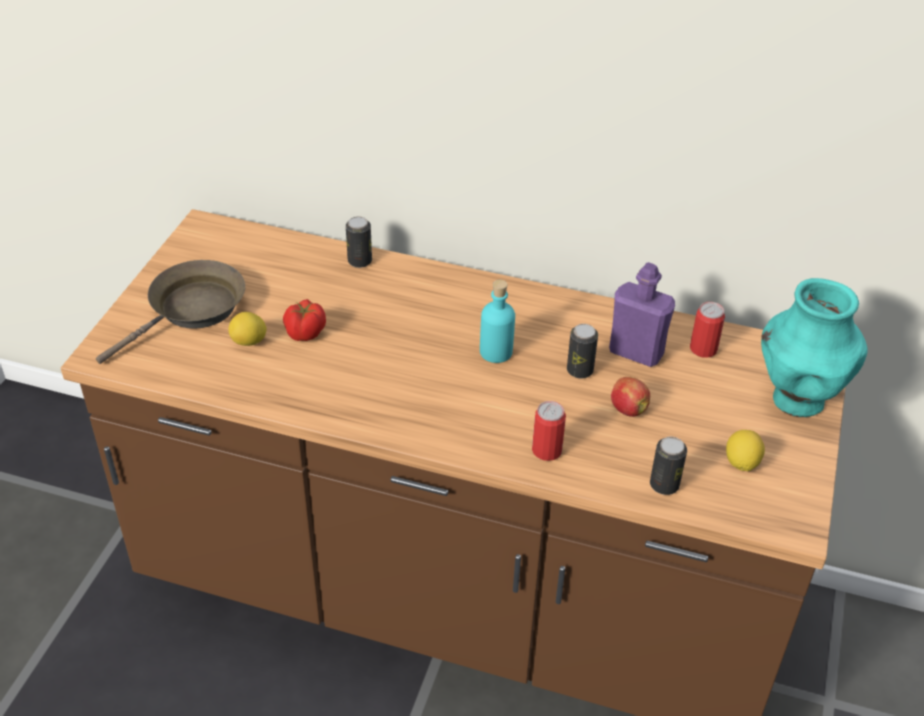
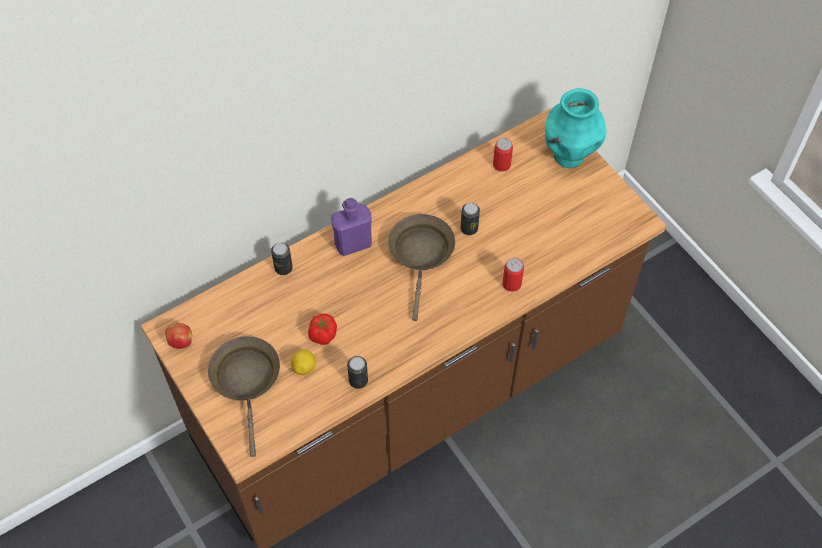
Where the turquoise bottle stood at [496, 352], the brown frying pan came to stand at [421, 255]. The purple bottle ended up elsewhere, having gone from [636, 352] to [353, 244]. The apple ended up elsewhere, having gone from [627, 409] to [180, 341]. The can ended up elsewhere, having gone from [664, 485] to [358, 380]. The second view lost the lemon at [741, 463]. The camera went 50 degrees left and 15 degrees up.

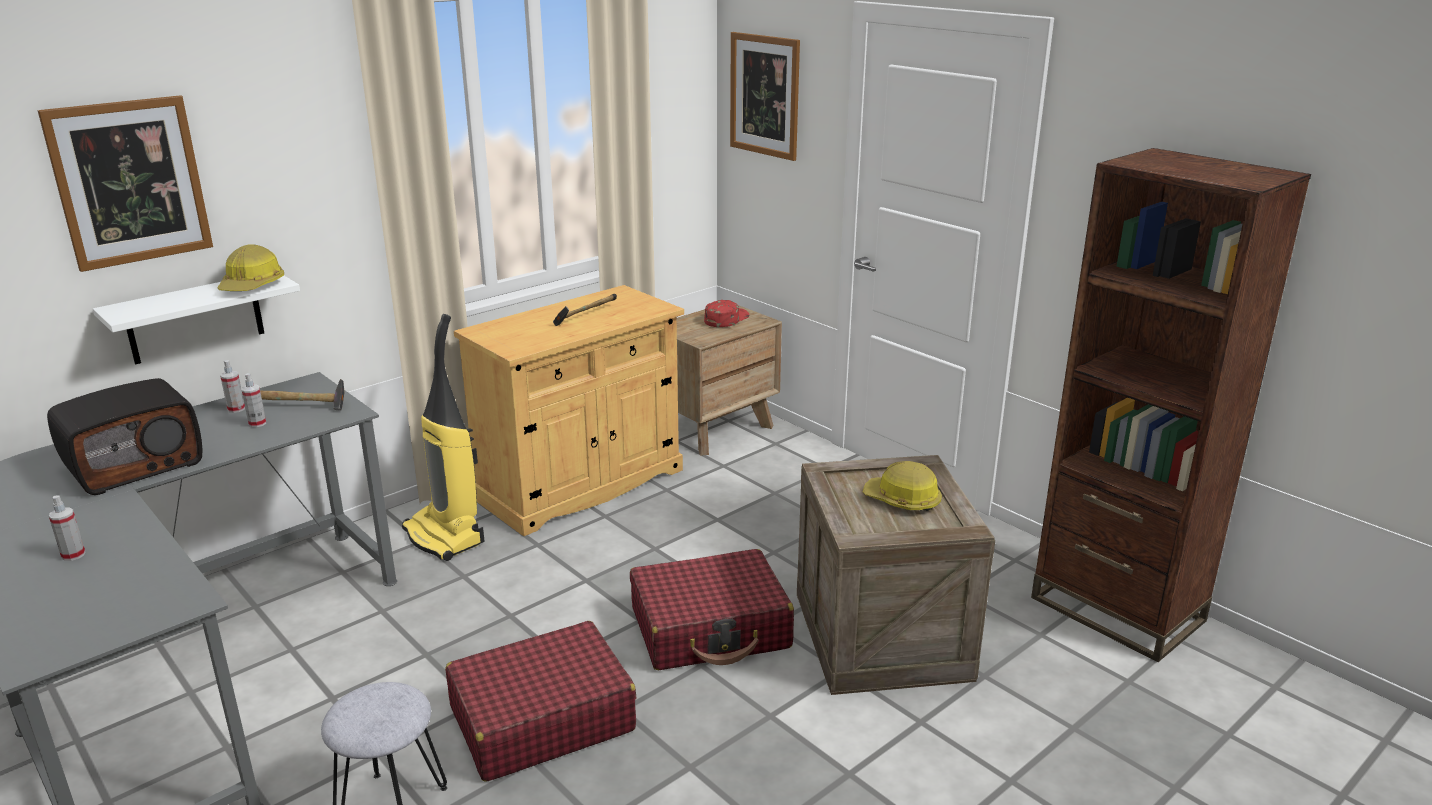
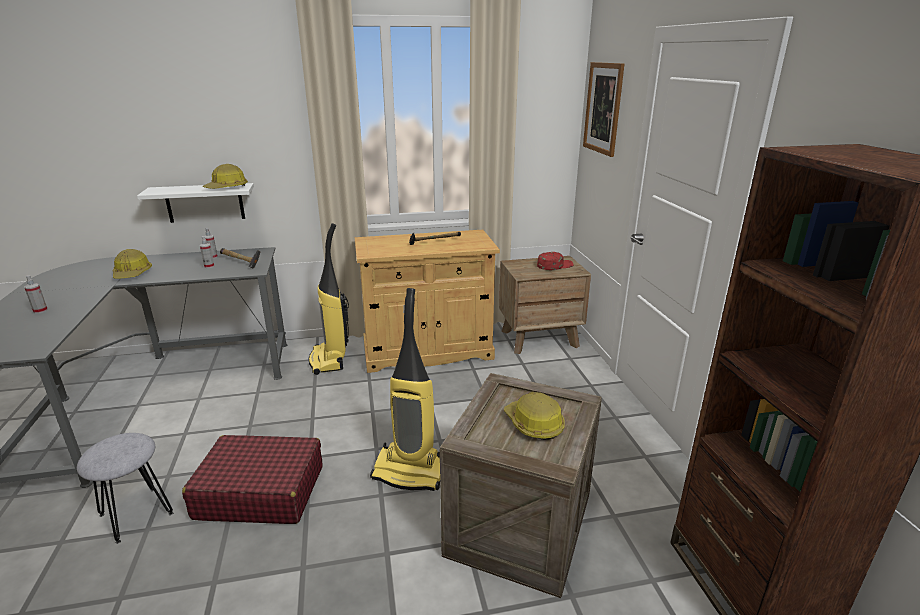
The second view lost the picture at [130, 182]. Where the radio stood at [135, 465], the hard hat came to stand at [133, 274]. Where the red suitcase stood at [710, 628], the vacuum cleaner came to stand at [411, 471]. The camera went 30 degrees right and 0 degrees up.

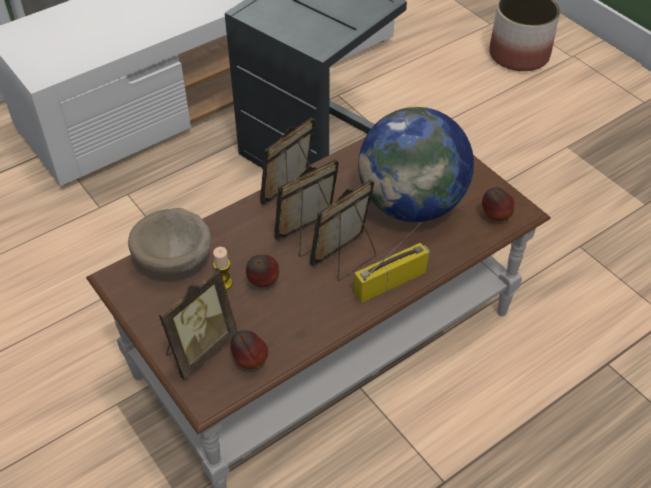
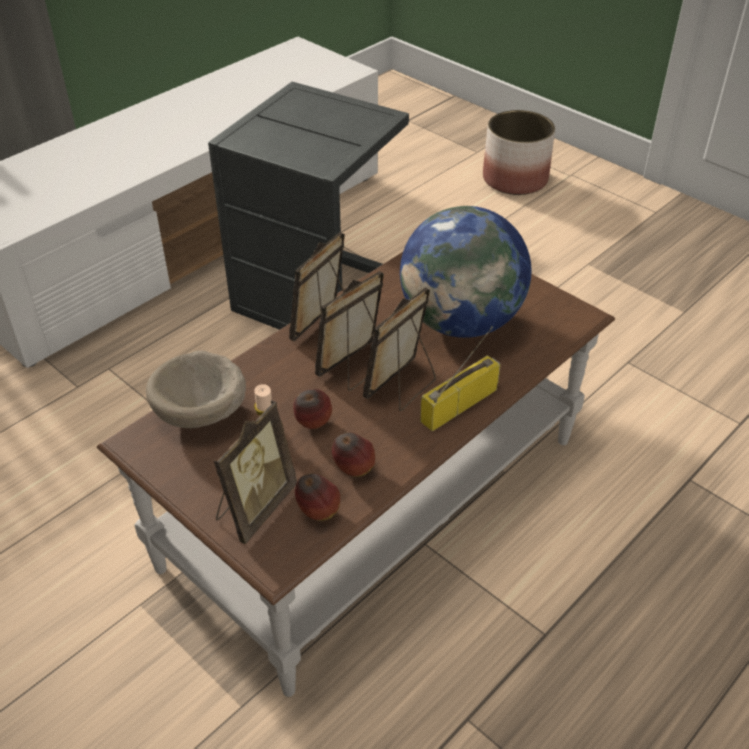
The apple ended up elsewhere, having gone from [495, 217] to [354, 470]. The camera went 10 degrees left and 5 degrees down.

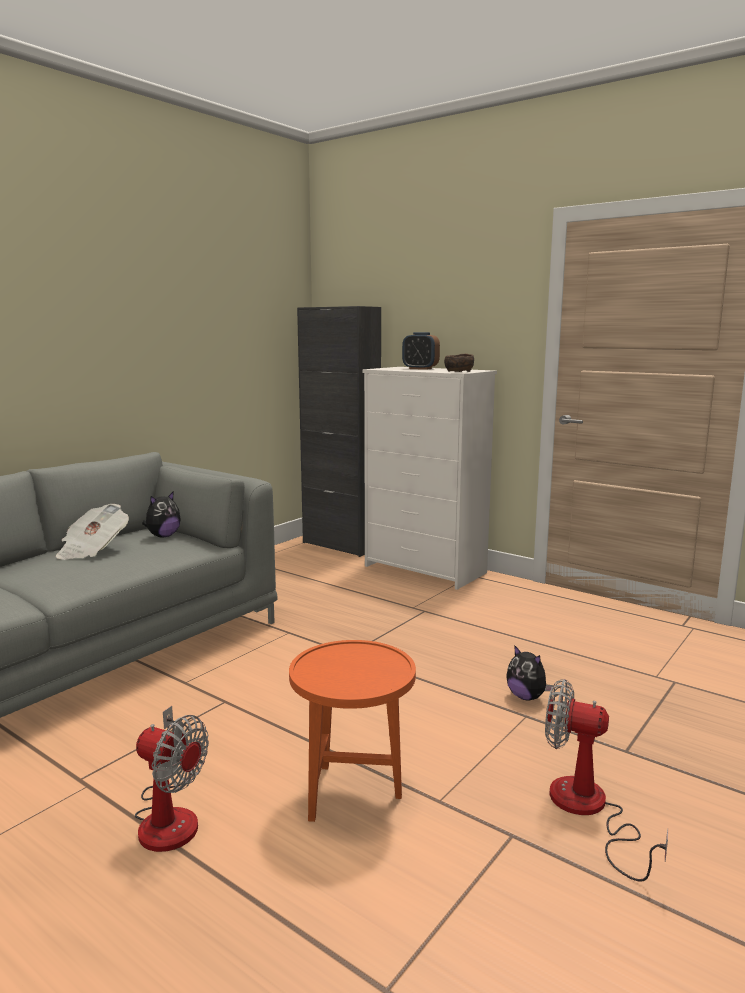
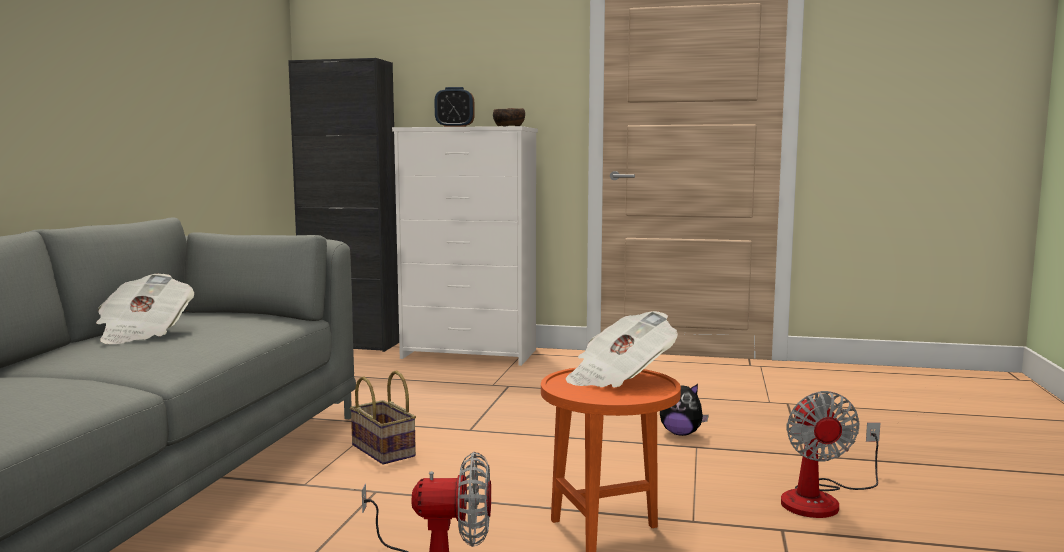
The second view lost the plush toy at [163, 536]. The fan at [588, 811] ended up facing another way, 90 degrees counterclockwise from before. The second view gained the basket at [385, 451]. The second view gained the newspaper at [619, 378]. The camera went 25 degrees left and 5 degrees down.

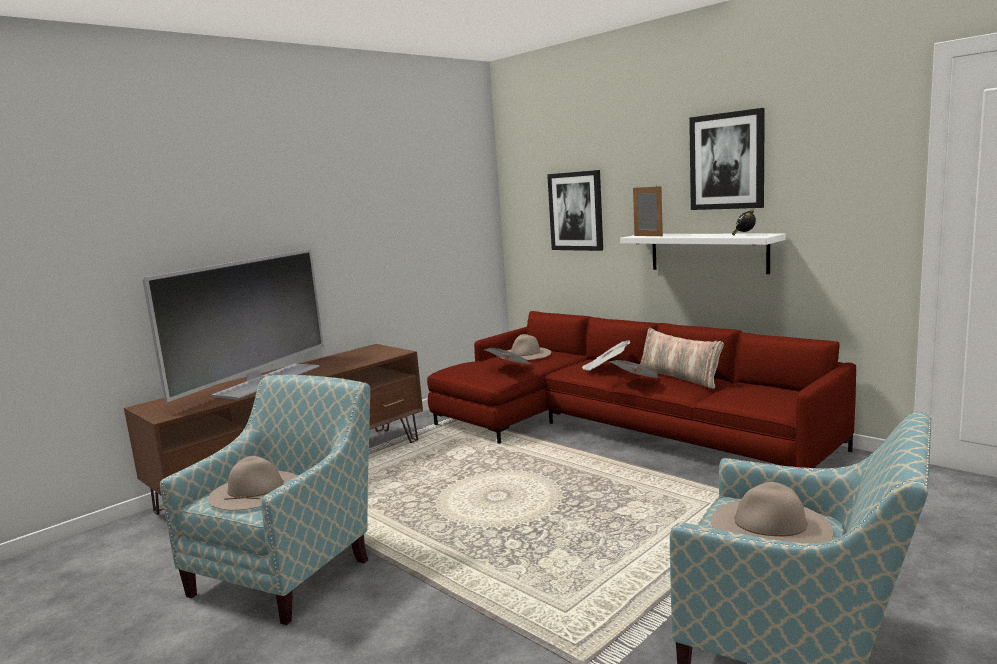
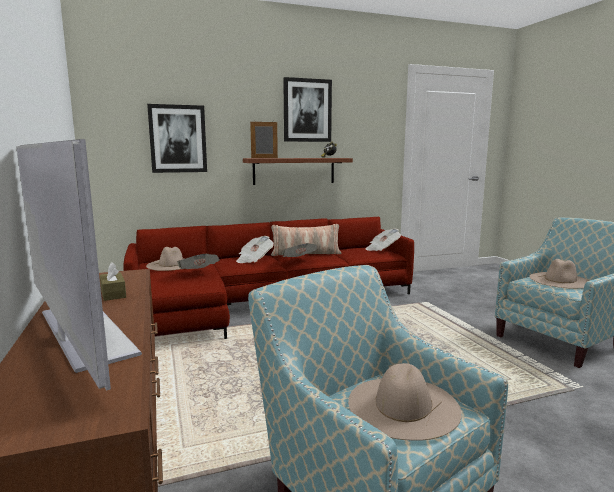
What was the white shelf at [708, 252] turned into the brown shelf at [294, 171]. The second view gained the brown tissue box at [113, 293]. The second view gained the newspaper at [382, 249]. The camera went 65 degrees left and 0 degrees up.

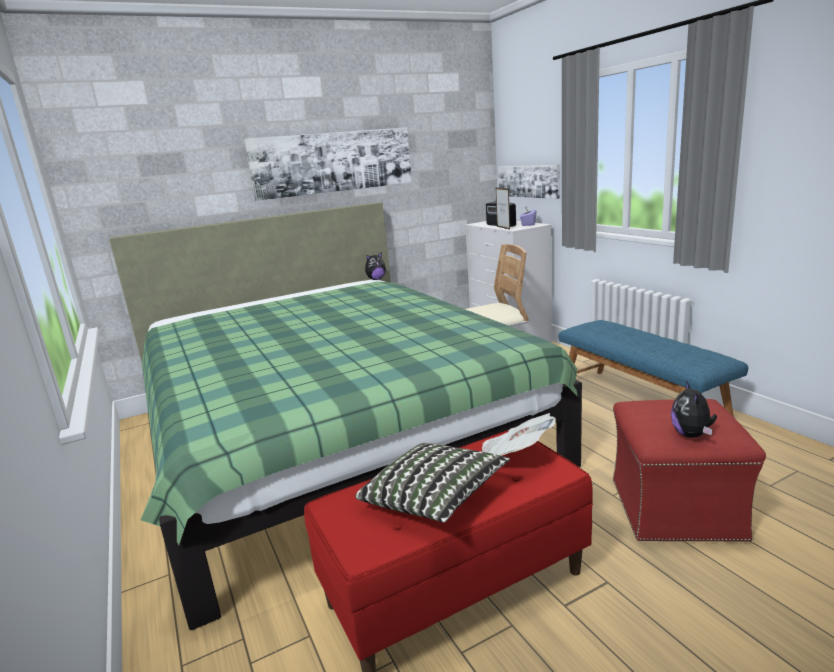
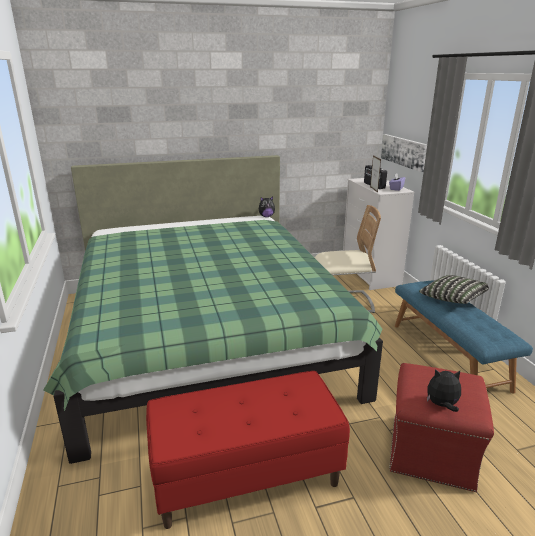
The second view lost the picture at [333, 162]. The pillow ended up elsewhere, having gone from [434, 499] to [454, 299]. The second view lost the newspaper at [515, 455]. The plush toy at [691, 435] ended up facing another way, 75 degrees clockwise from before. The camera went 10 degrees right and 5 degrees up.

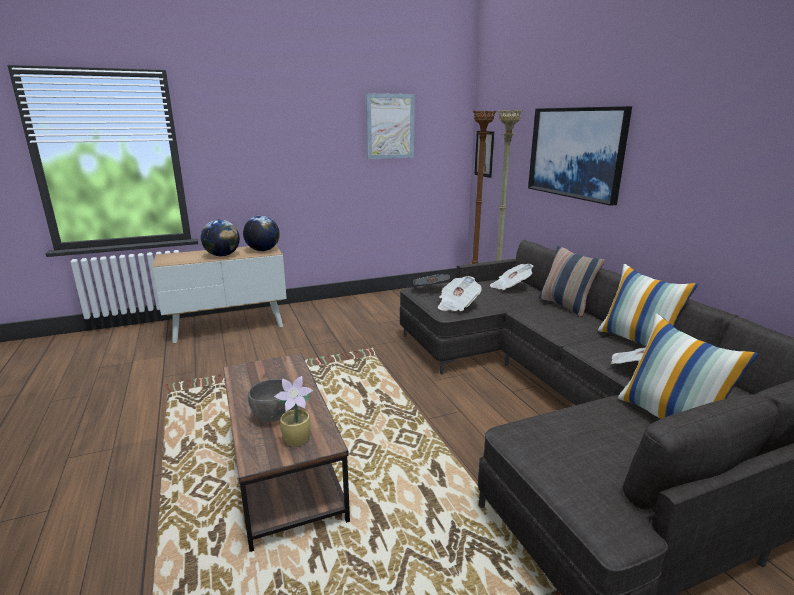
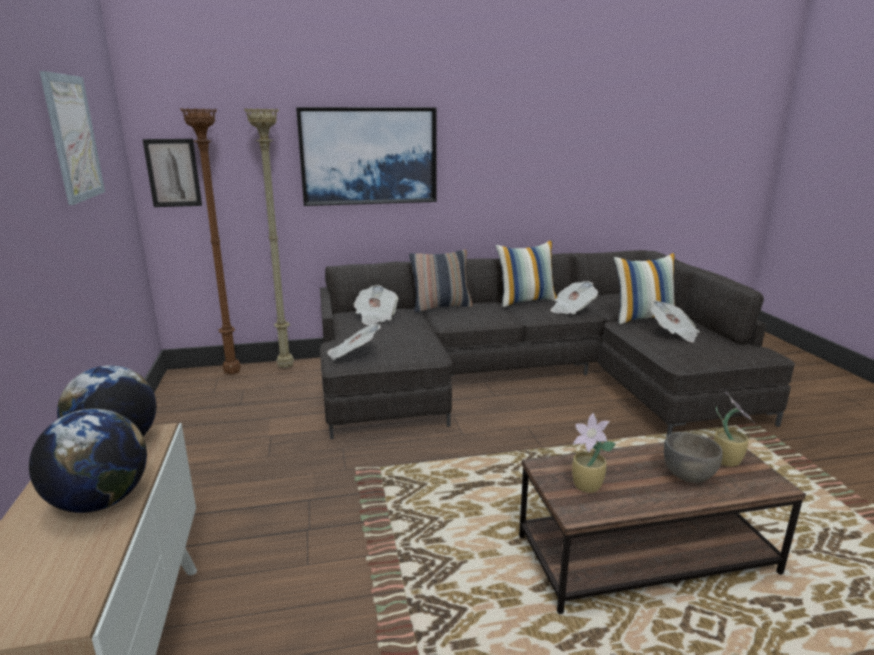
The newspaper ended up elsewhere, having gone from [457, 305] to [673, 334]. The second view gained the potted plant at [587, 487]. The camera went 80 degrees left and 0 degrees up.

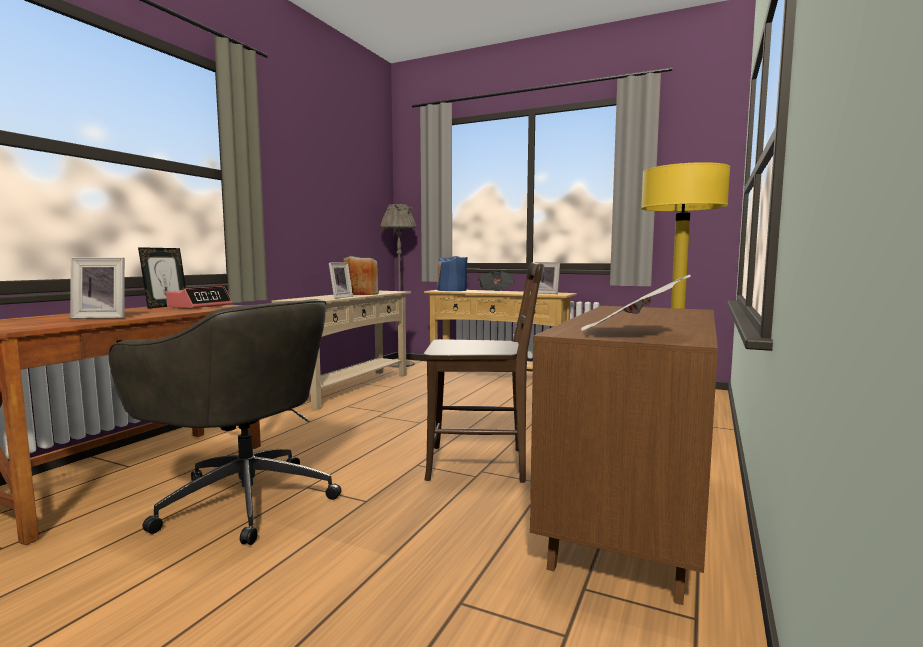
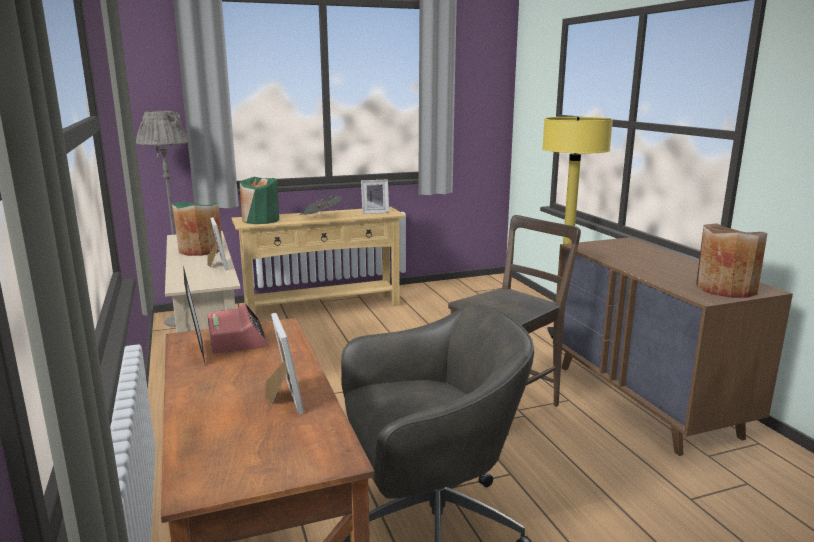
The picture frame at [103, 317] ended up facing another way, 60 degrees counterclockwise from before. What was the blue vase at [452, 290] turned into the green vase at [261, 220]. Where the newspaper stood at [628, 333], the brown vase came to stand at [725, 289]. The camera went 45 degrees left and 10 degrees up.

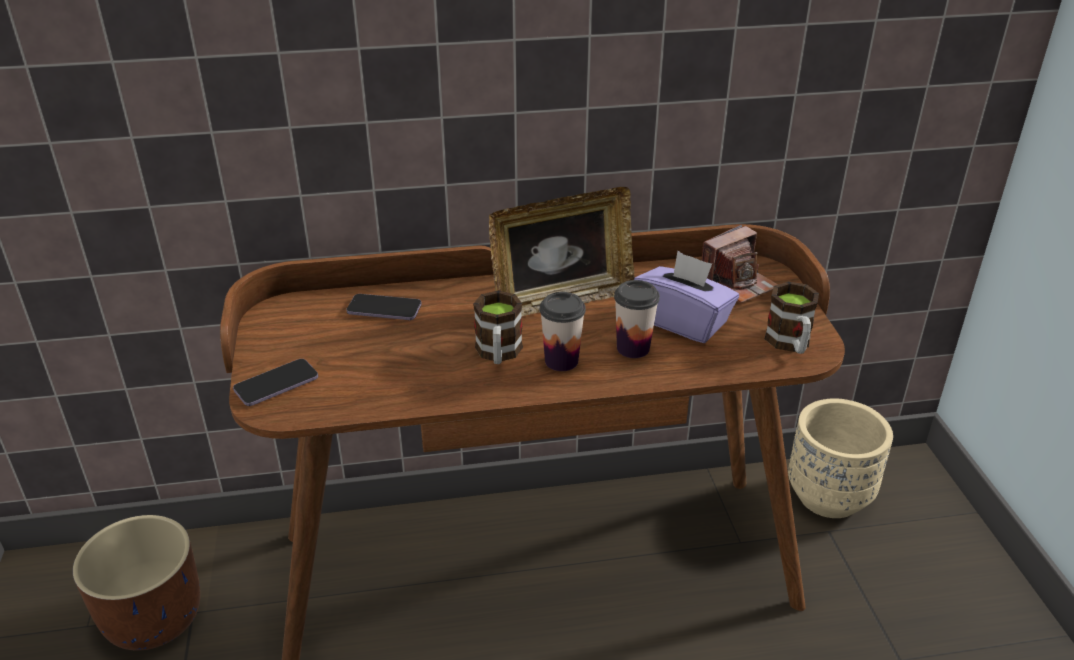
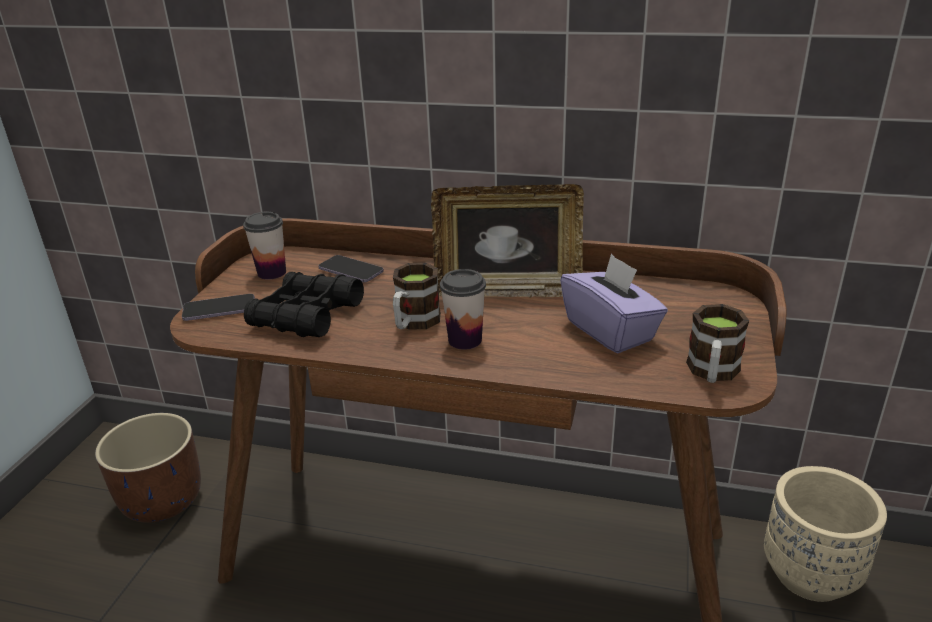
The cup ended up elsewhere, having gone from [633, 348] to [272, 272]. The second view lost the photo camera at [738, 283]. The second view gained the black binoculars at [306, 316]. The camera went 25 degrees right and 5 degrees down.

